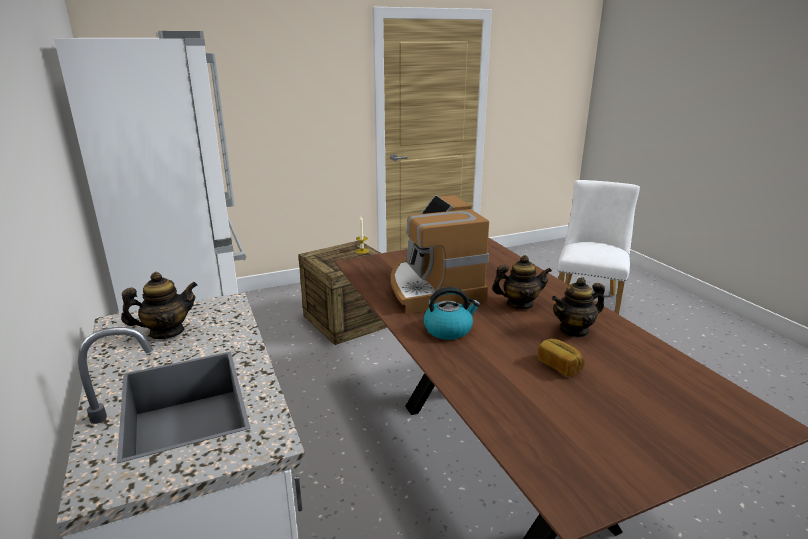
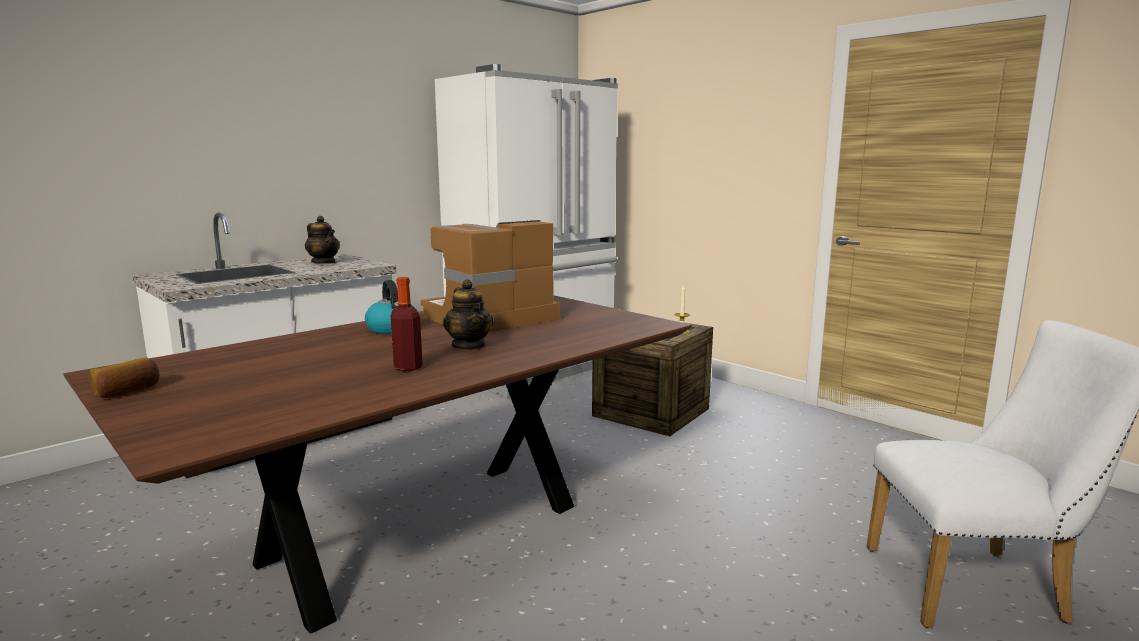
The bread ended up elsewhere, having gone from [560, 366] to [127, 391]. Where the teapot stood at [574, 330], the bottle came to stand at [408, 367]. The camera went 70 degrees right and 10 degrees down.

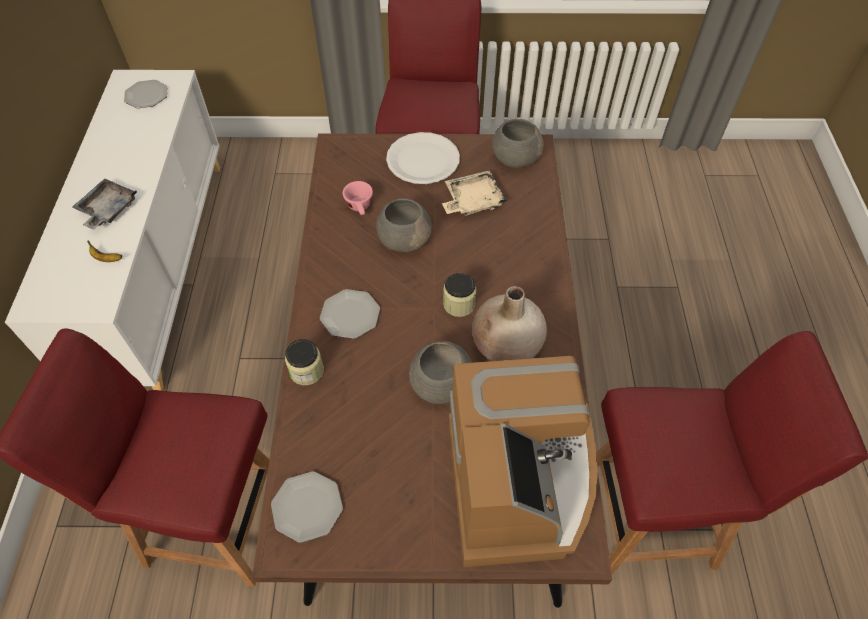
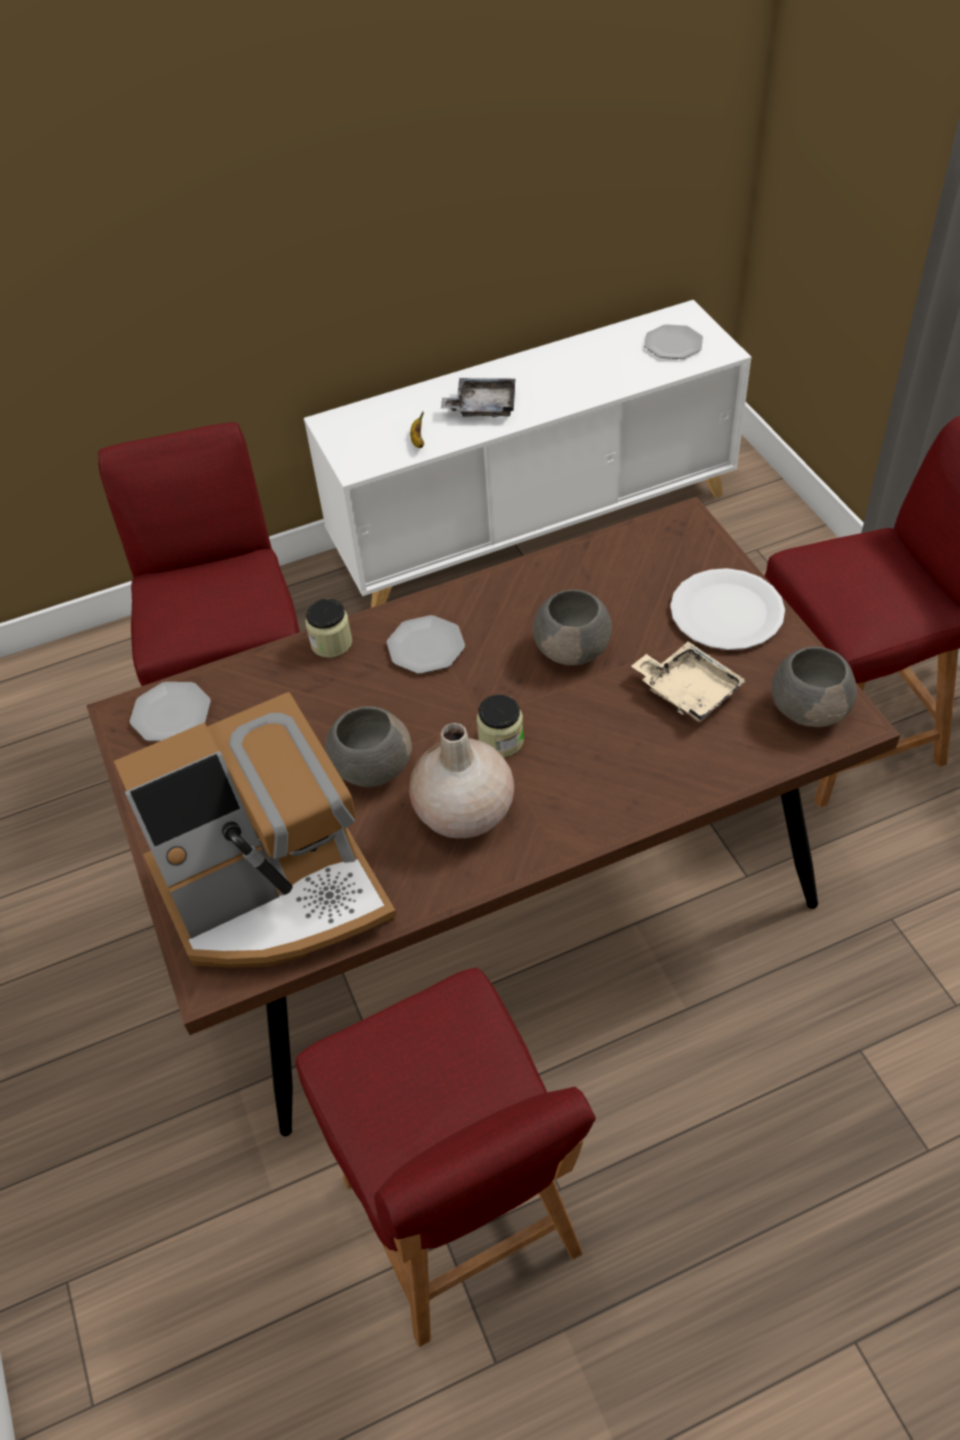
The second view lost the pink cup at [360, 208]. The camera went 70 degrees right and 5 degrees down.

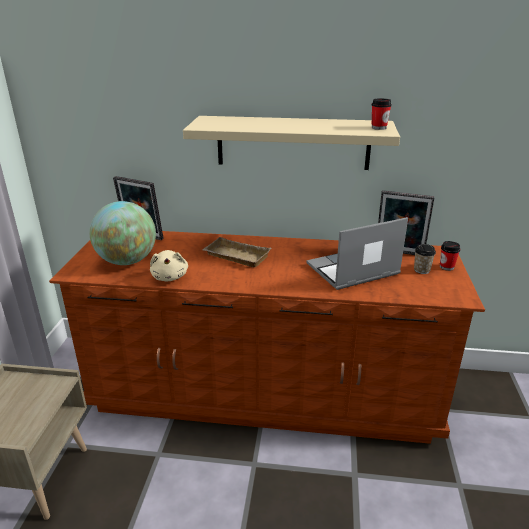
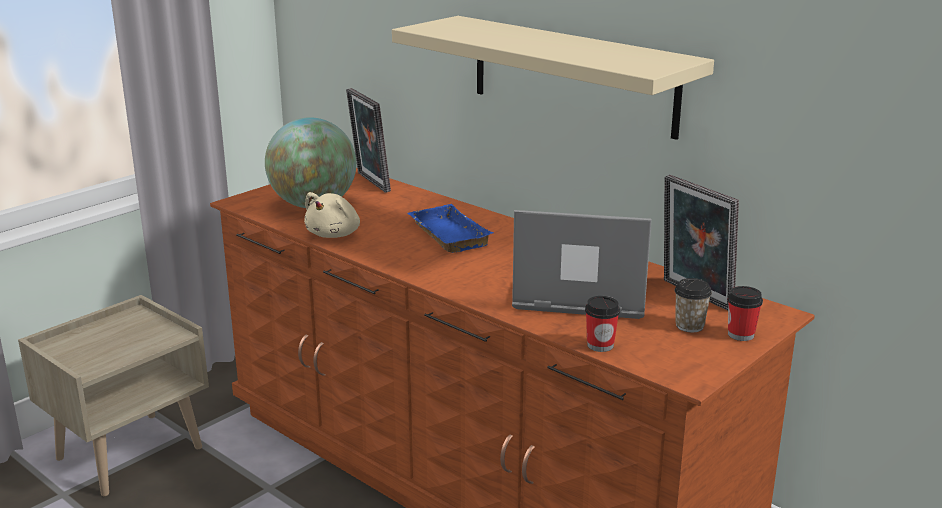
What was the beige tray at [235, 257] turned into the blue tray at [446, 235]. The cup ended up elsewhere, having gone from [379, 128] to [600, 345]. The camera went 35 degrees right and 5 degrees down.

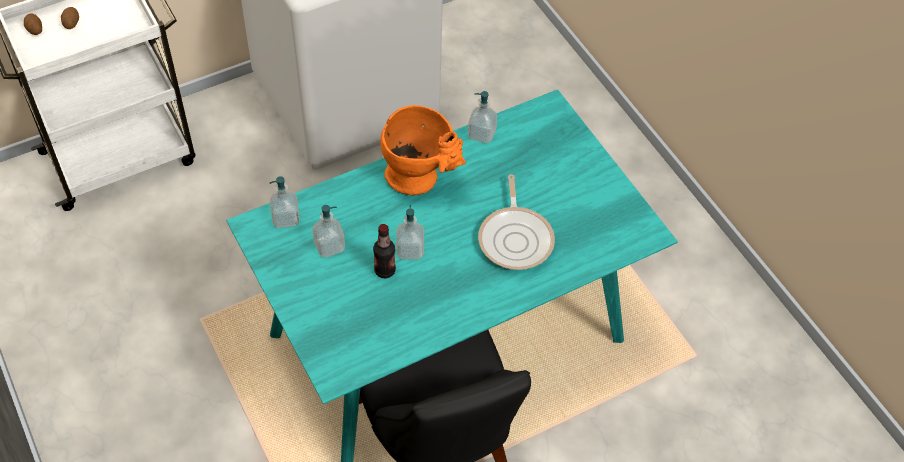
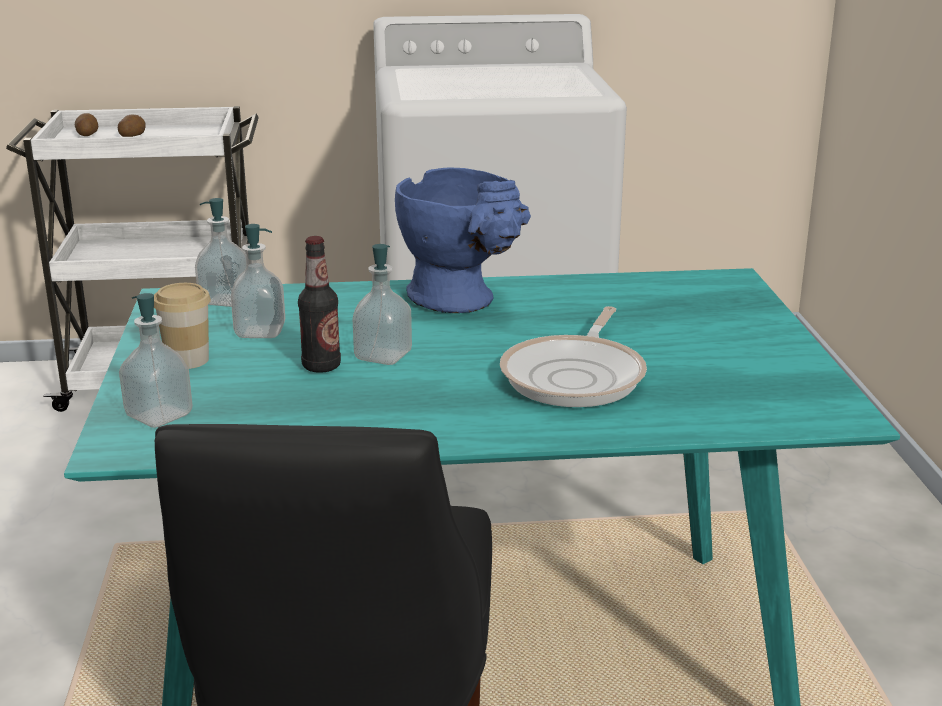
What was the orange vase at [421, 179] turned into the blue vase at [463, 302]. The soap dispenser ended up elsewhere, having gone from [481, 134] to [159, 415]. The second view gained the cup at [187, 360]. The camera went 25 degrees right and 30 degrees down.

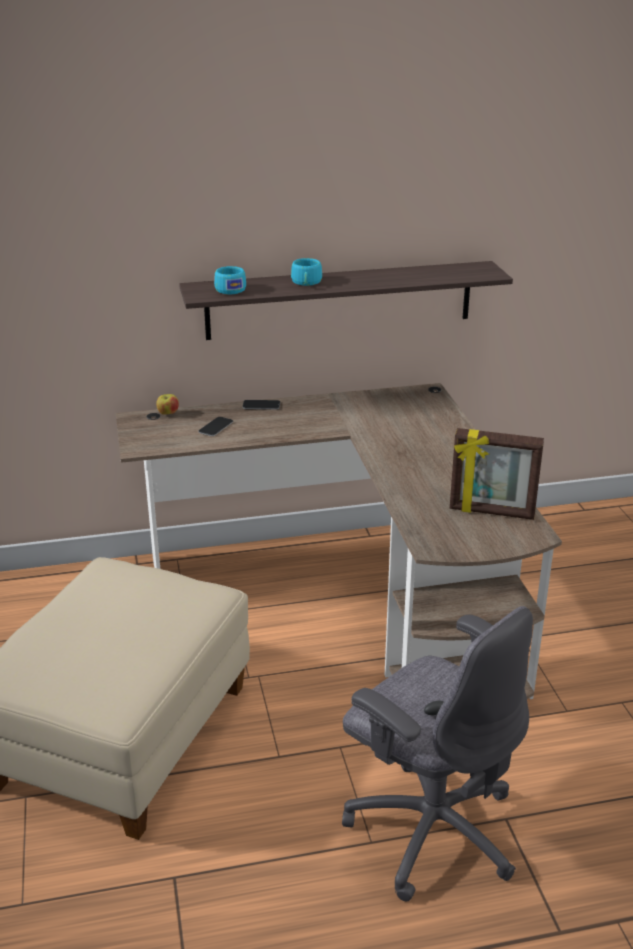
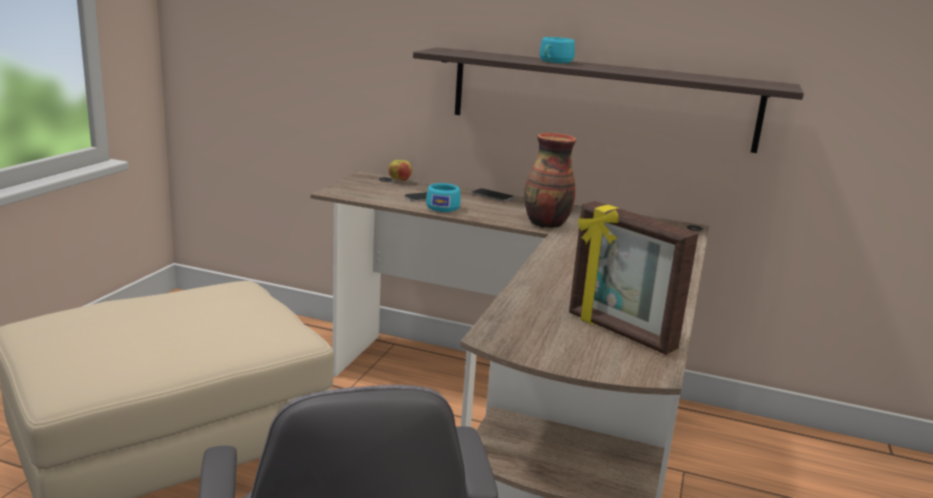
The turquoise cup ended up elsewhere, having gone from [229, 289] to [443, 207]. The second view gained the vase at [546, 224]. The camera went 30 degrees right and 10 degrees down.

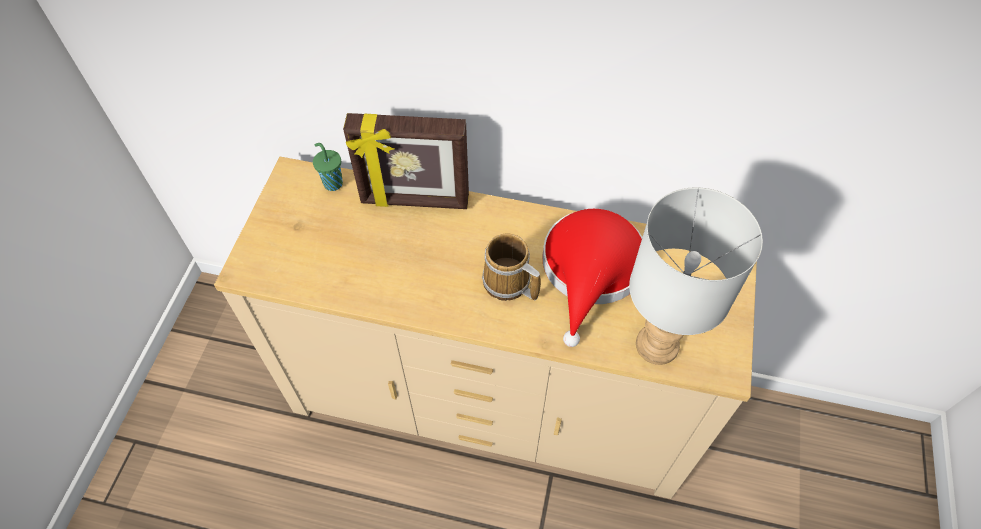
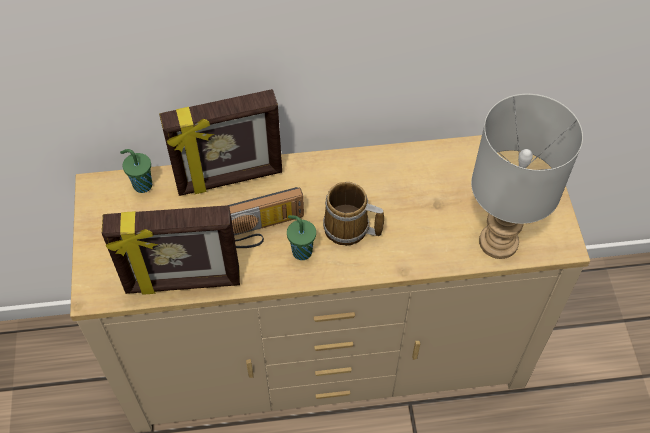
The second view lost the red hat at [591, 271]. The second view gained the picture frame at [183, 283]. The second view gained the radio at [261, 231]. The second view gained the green cup at [301, 251]. The camera went 20 degrees left and 0 degrees up.

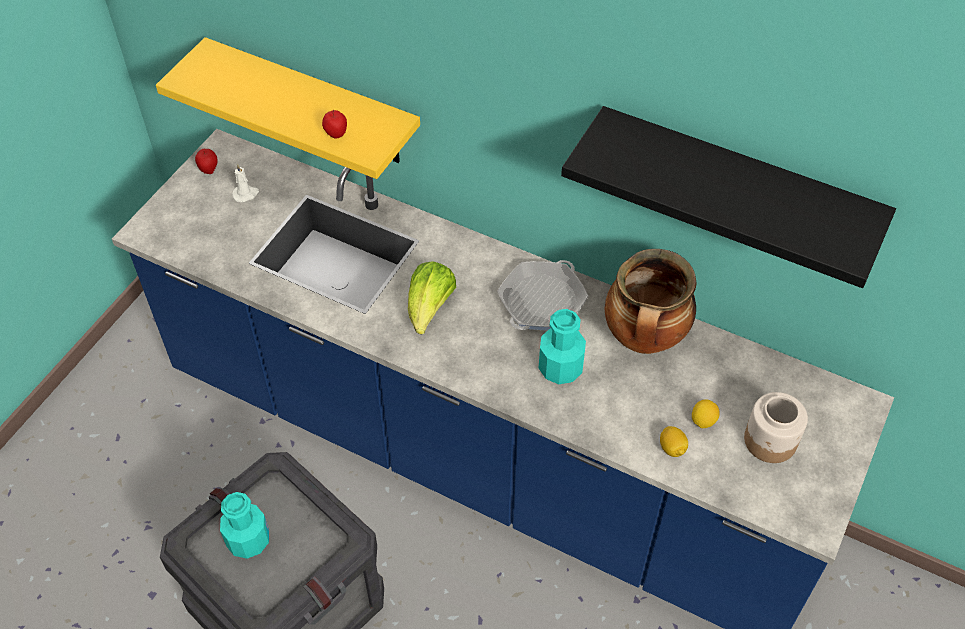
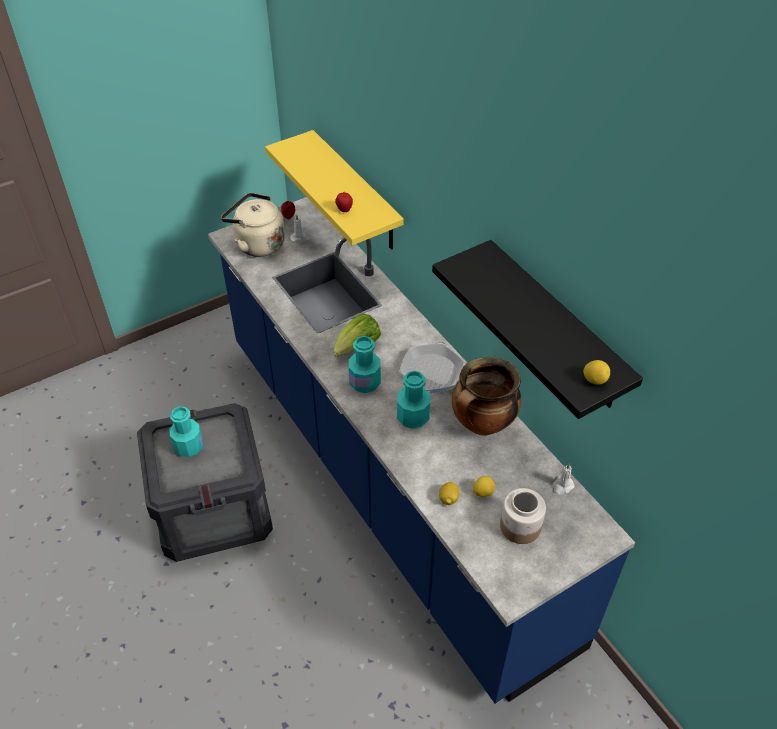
The frying pan at [542, 302] ended up facing another way, 135 degrees clockwise from before. The second view gained the beige kettle at [257, 244]. The second view gained the turquoise bottle at [365, 382]. The second view gained the white candle at [562, 486]. The second view gained the lemon at [594, 380]. The camera went 30 degrees right and 5 degrees down.

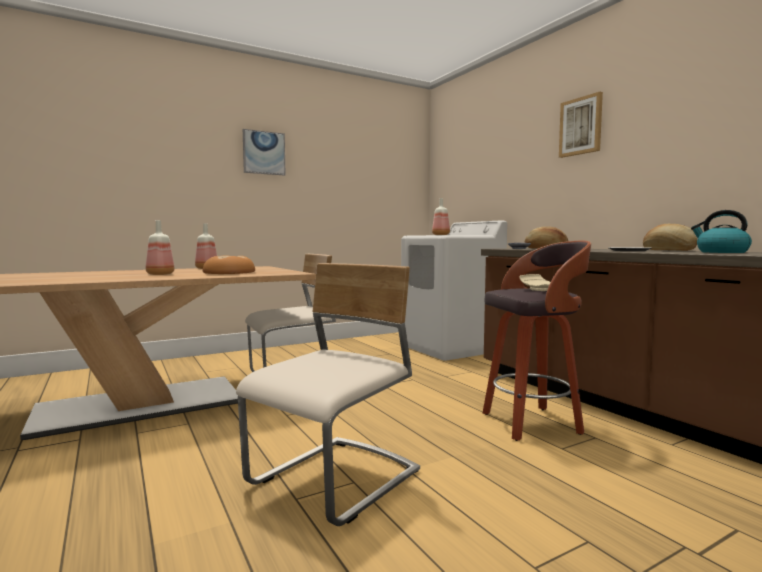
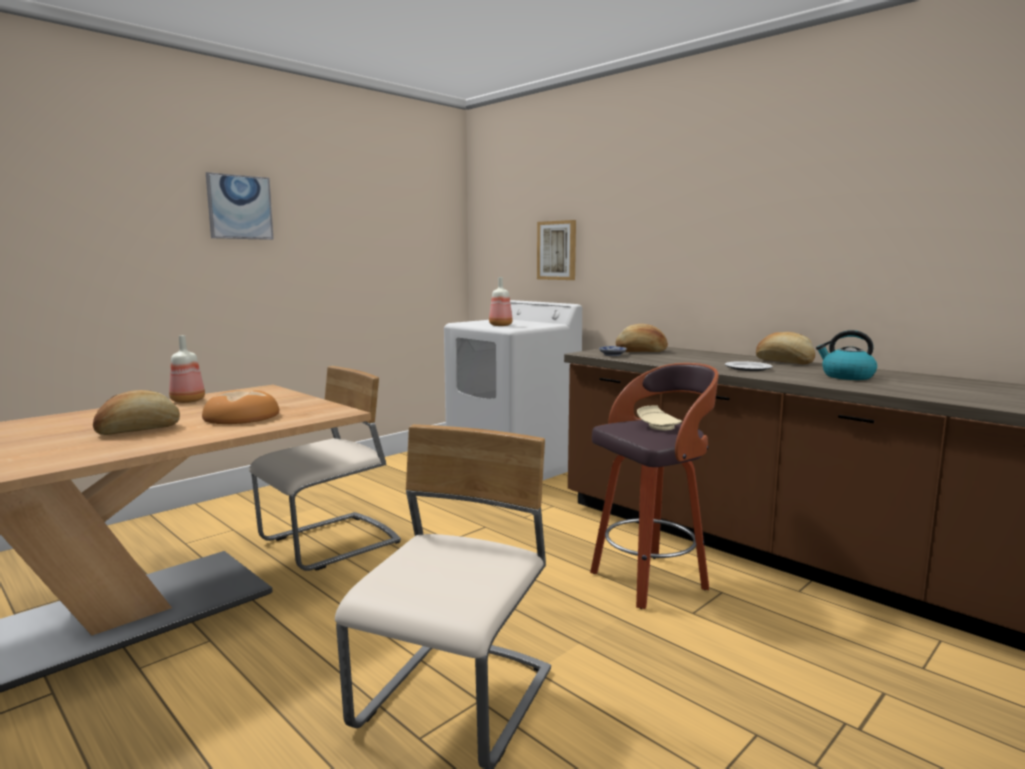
Where the bottle stood at [159, 274], the bread came to stand at [138, 430]. The picture ended up elsewhere, having gone from [581, 126] to [557, 250]. The camera went 15 degrees left and 5 degrees up.

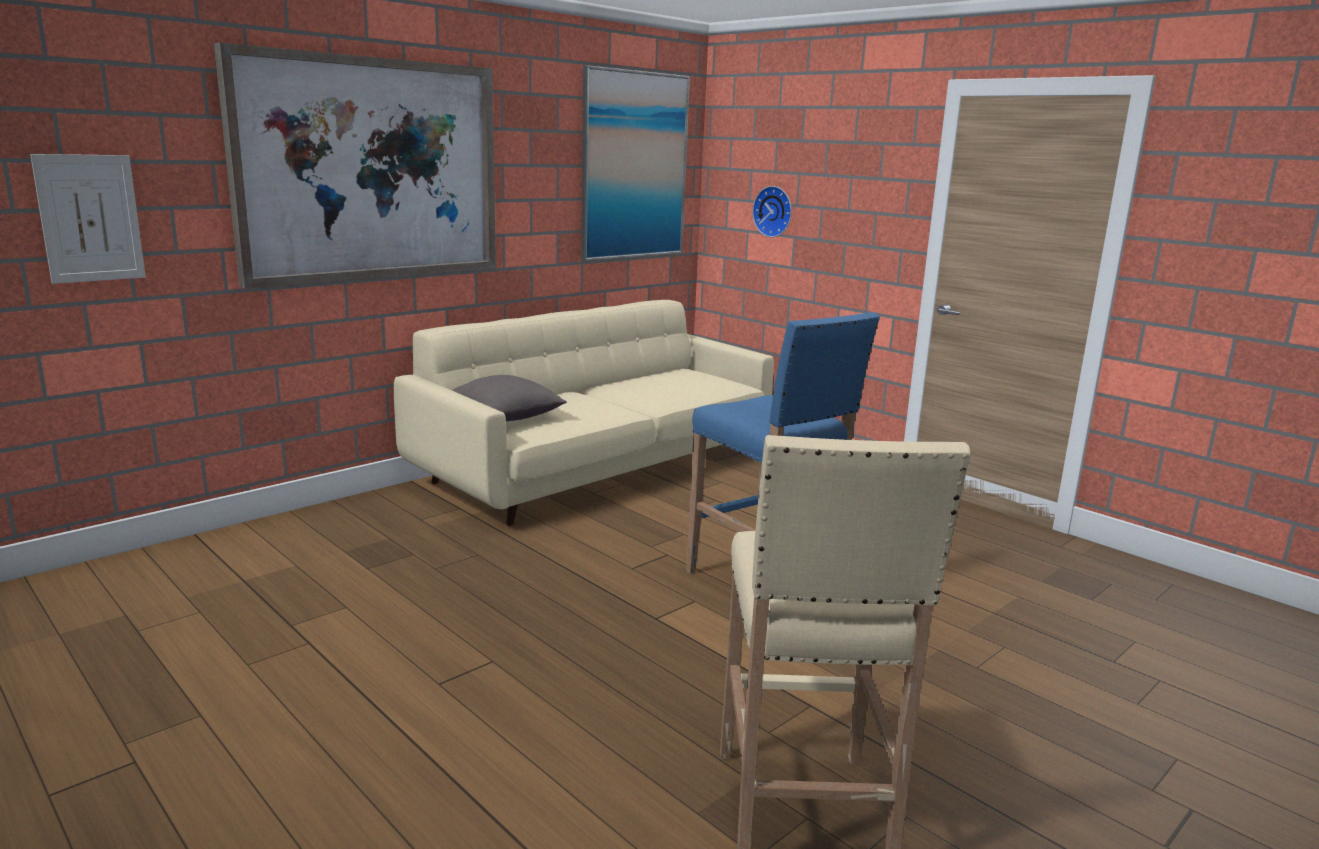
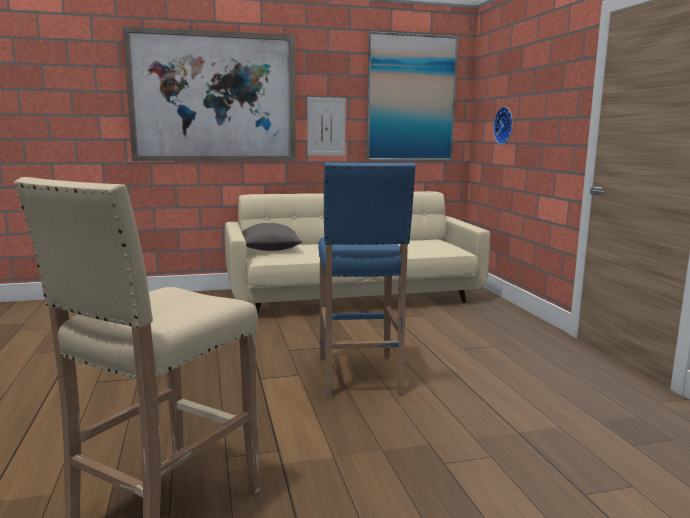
The picture ended up elsewhere, having gone from [90, 218] to [326, 126]. The camera went 30 degrees right and 5 degrees down.

